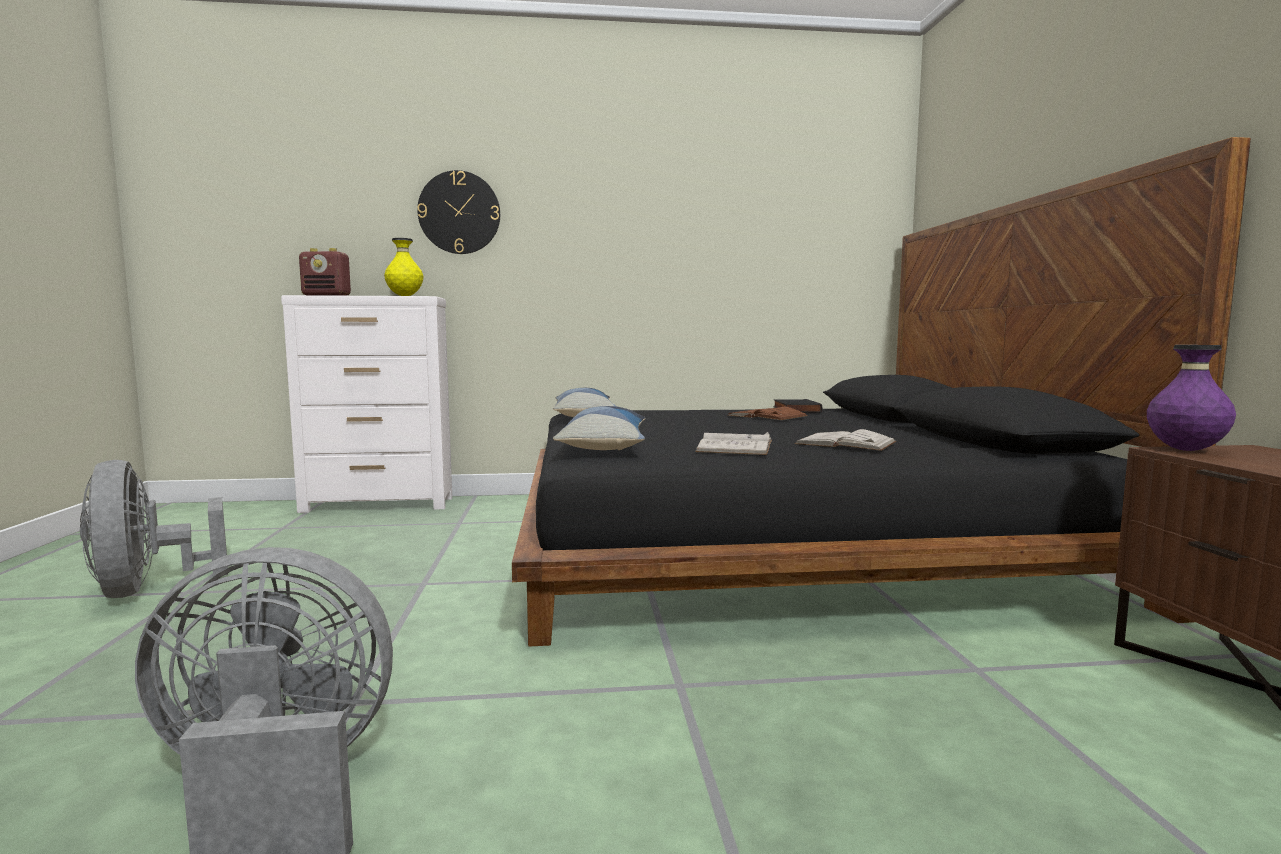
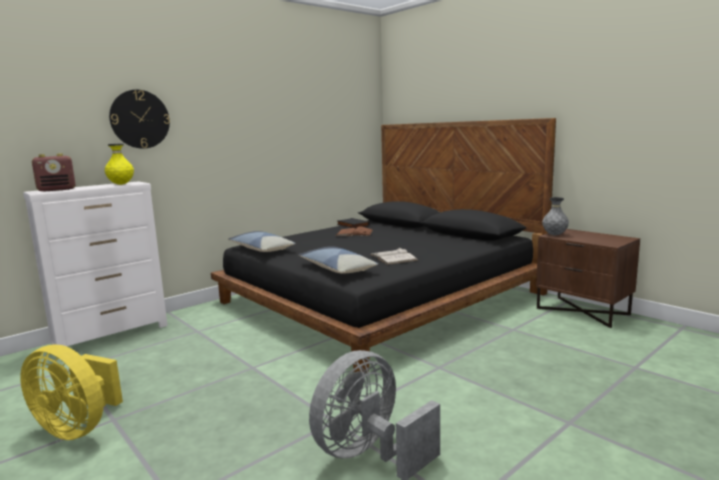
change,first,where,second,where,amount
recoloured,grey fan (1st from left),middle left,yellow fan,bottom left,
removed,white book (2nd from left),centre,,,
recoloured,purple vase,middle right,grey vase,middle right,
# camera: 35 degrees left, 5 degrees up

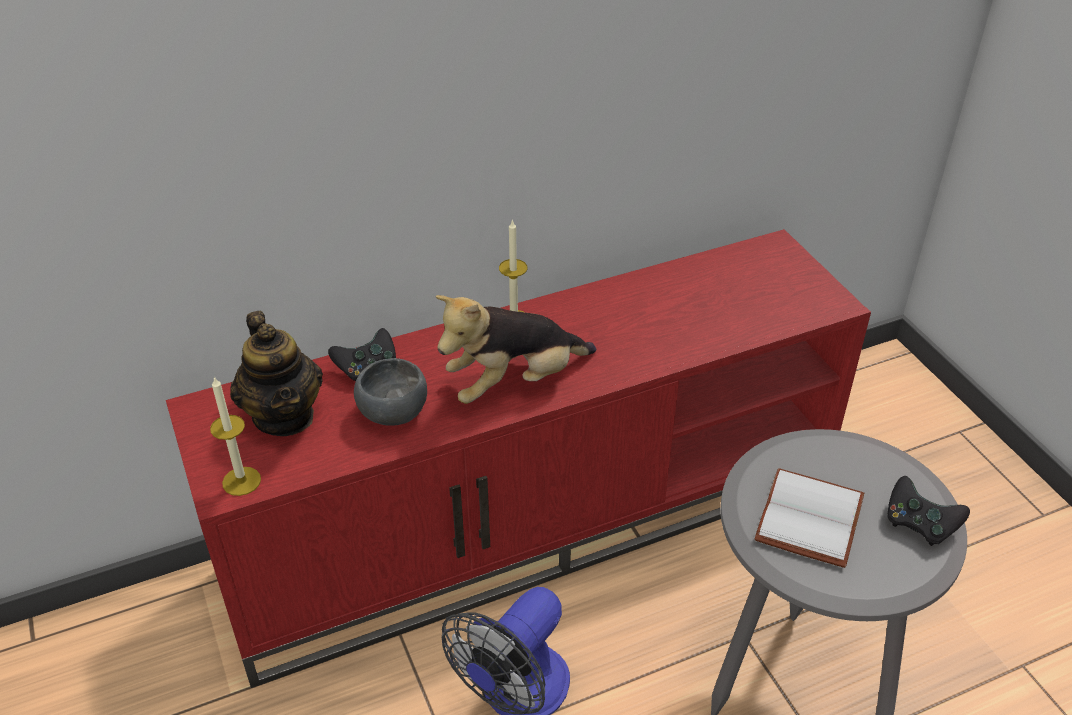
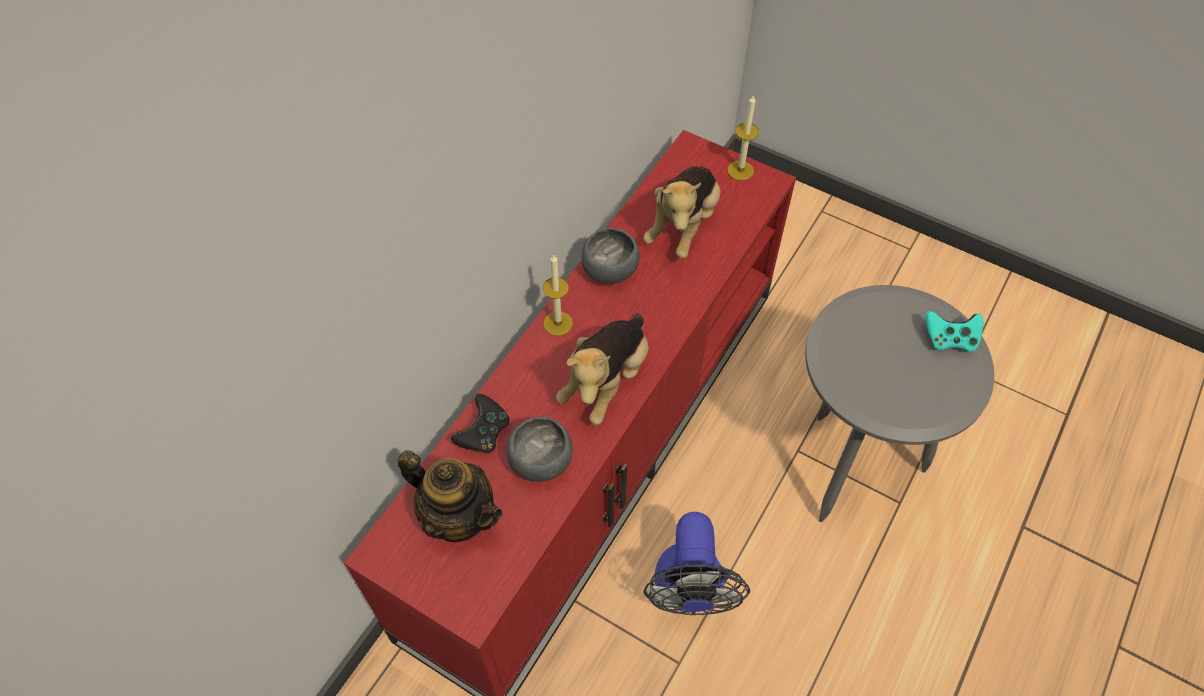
change,first,where,second,where,amount
moved,candle (1st from left in the first image),middle left,candle (2nd from left),top centre,
removed,white book,bottom right,,,
recoloured,black game controller (2nd from left),bottom right,turquoise game controller,middle right,
added,,,grey bowl (2nd from left),centre,
added,,,plush toy (2nd from left),top centre,
# camera: 35 degrees left, 15 degrees up

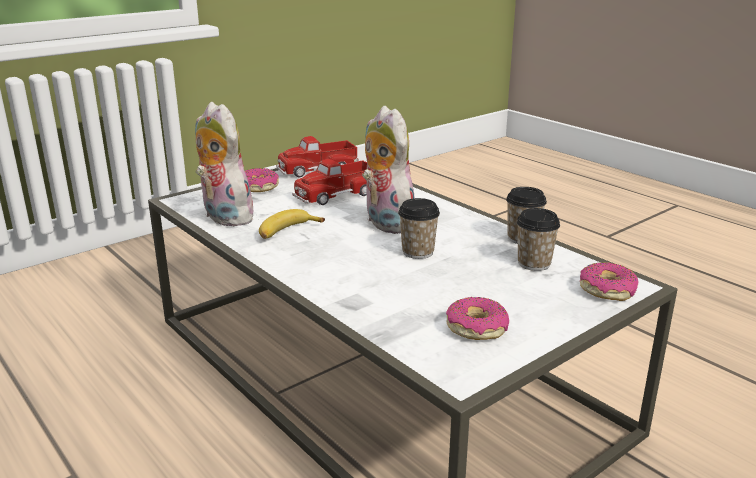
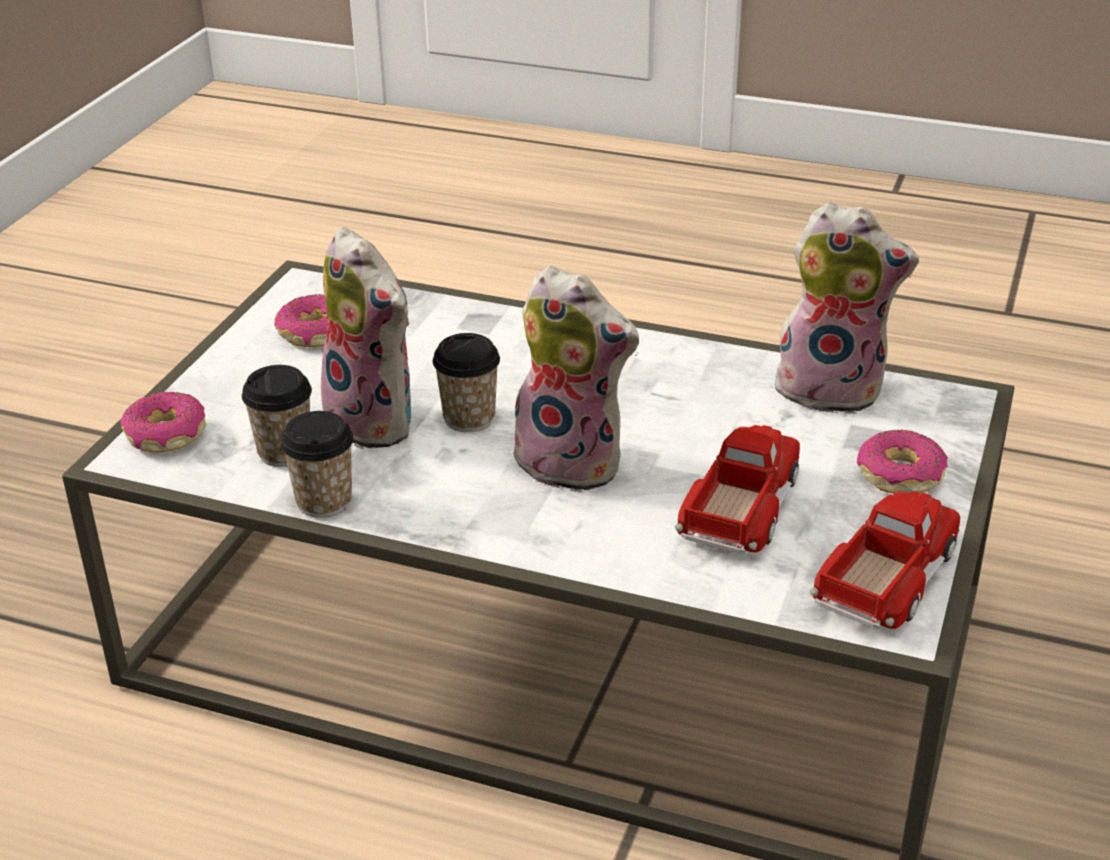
change,first,where,second,where,amount
removed,banana,centre,,,
added,,,plush toy (1st from left),middle left,
# camera: 150 degrees right, 10 degrees up

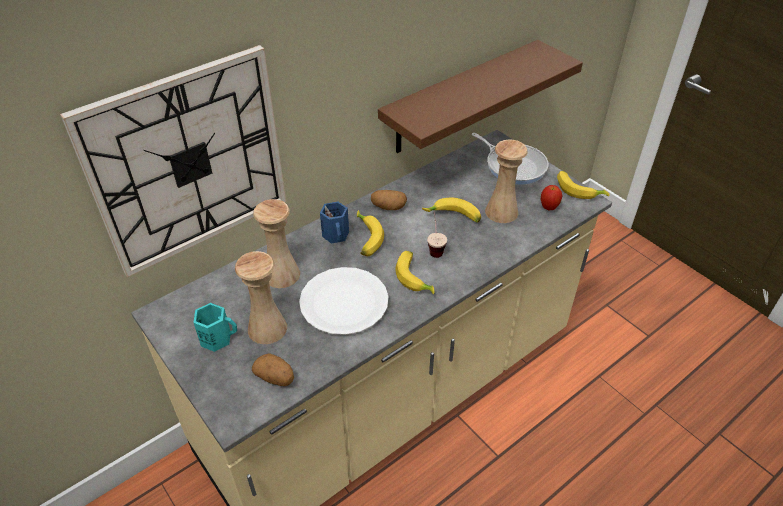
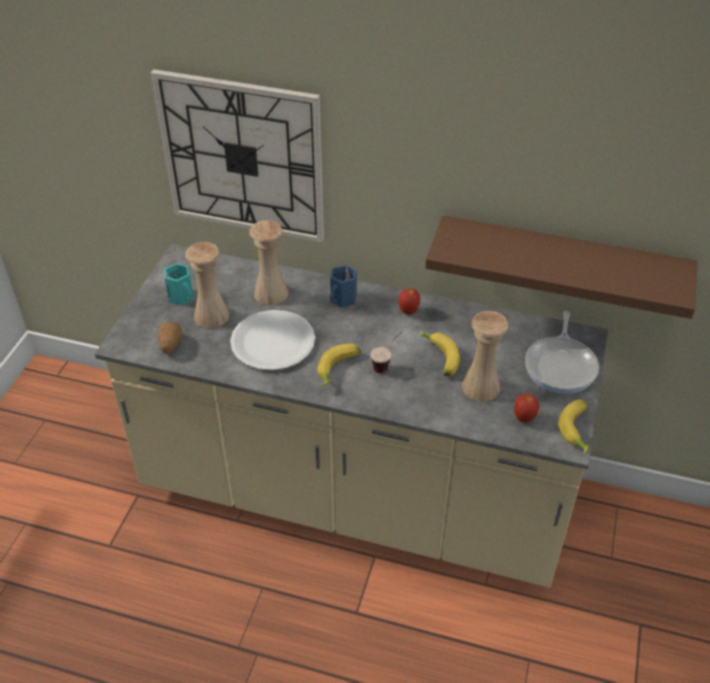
change,first,where,second,where,amount
removed,banana (1st from left),centre,,,
replaced,potato (2nd from left),centre,apple (1st from left),centre,
# camera: 55 degrees right, 0 degrees up

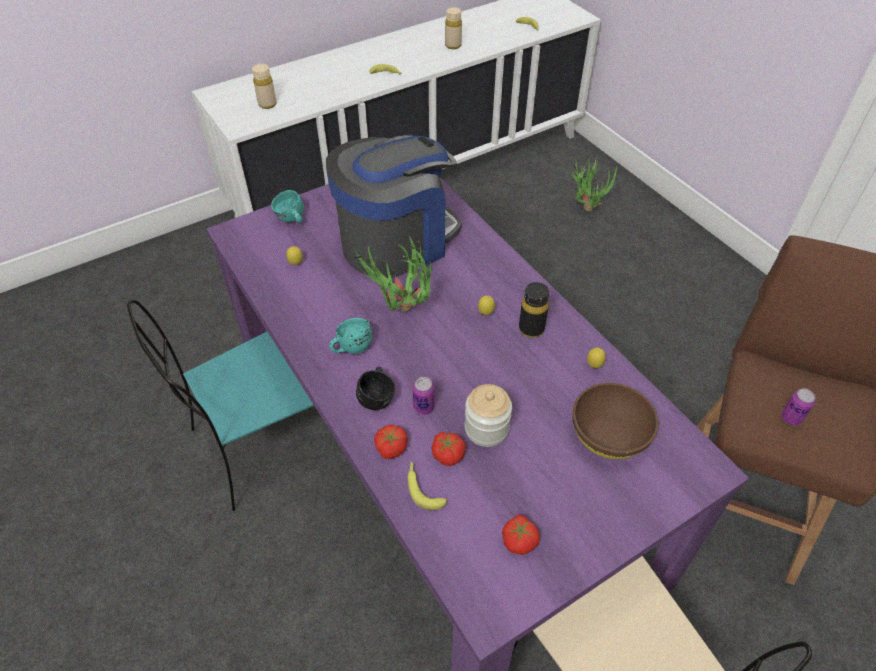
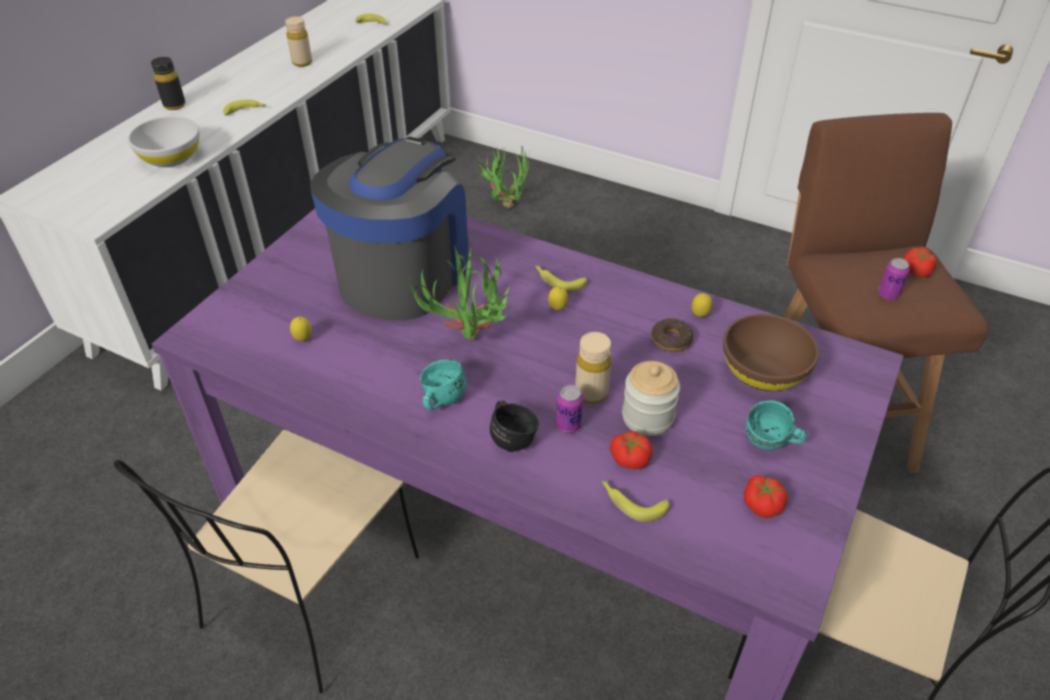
change,first,where,second,where,amount
recoloured,turquoise chair,middle left,beige chair (1st from left),bottom left,
moved,beige bottle (1st from left in the first image),top left,beige bottle (2nd from left),centre,
moved,turquoise mug (1st from left in the first image),top left,turquoise mug (2nd from left),middle right,
moved,tomato (1st from left in the first image),centre,tomato (3rd from left),middle right,
moved,black bottle,centre,,top left,
added,,,white bowl,top left,
added,,,banana (3rd from left),centre,
added,,,donut,centre,
# camera: 30 degrees left, 5 degrees down

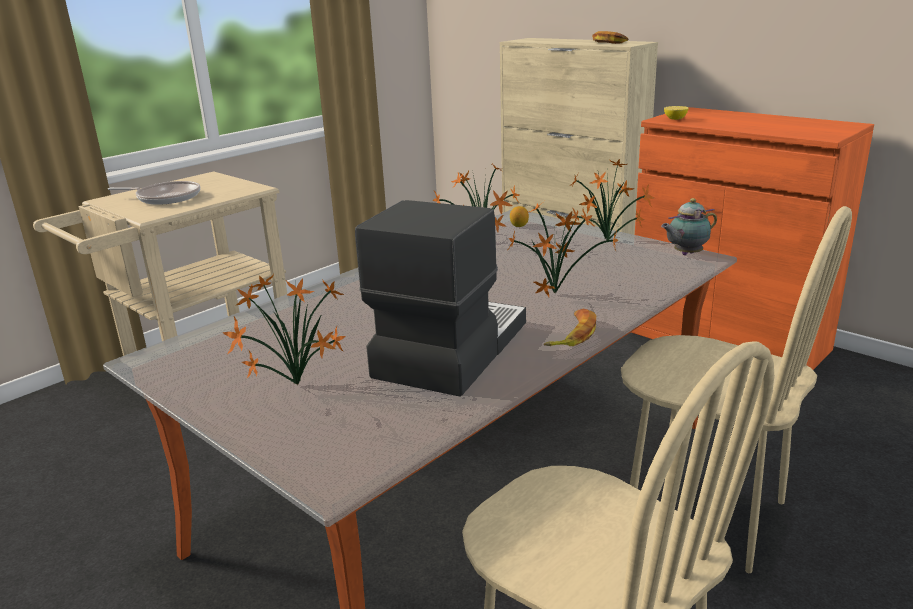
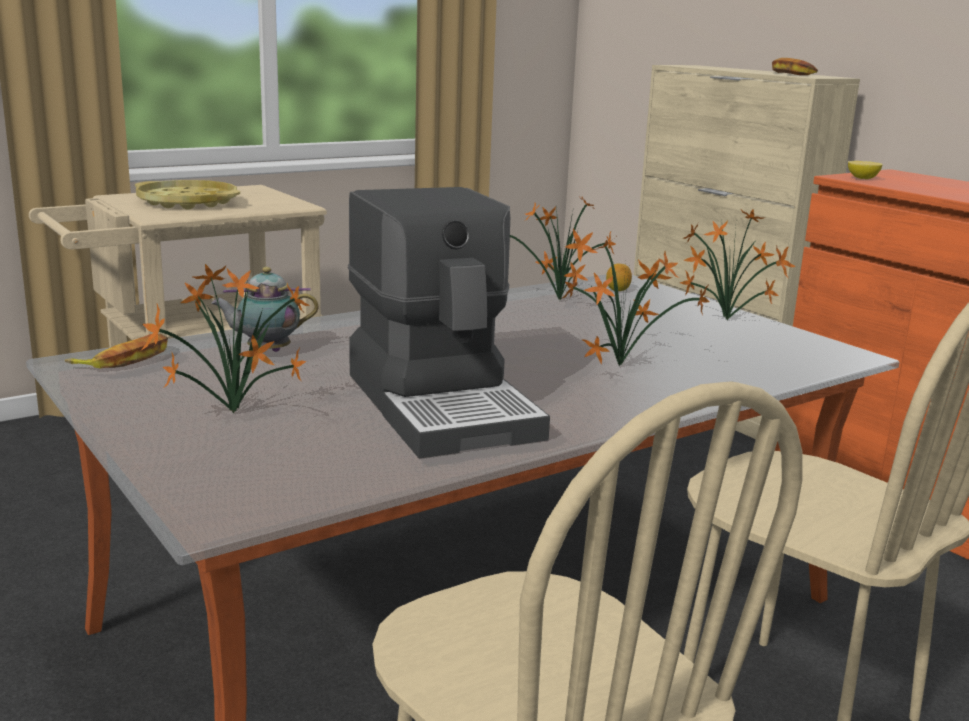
change,first,where,second,where,amount
replaced,frying pan,top left,yellow tray,top left,
turned,coffee machine,centre,,centre,120 degrees clockwise
moved,banana (1st from left),centre,,middle left,
moved,teapot,middle right,,middle left,
# camera: 10 degrees right, 5 degrees down

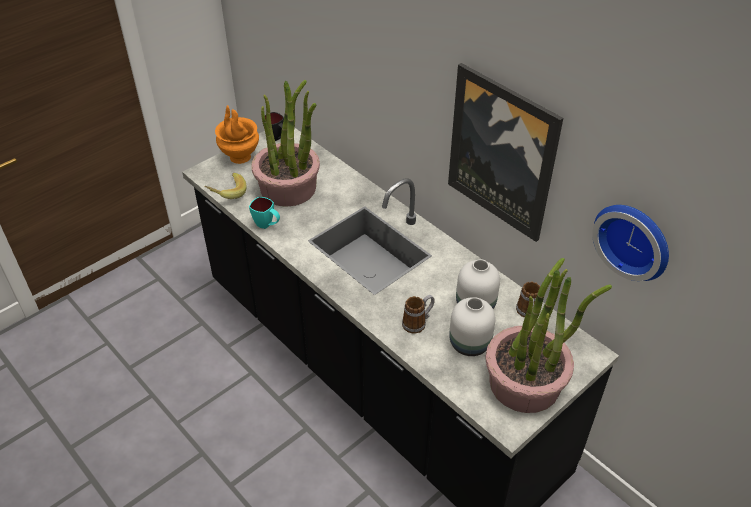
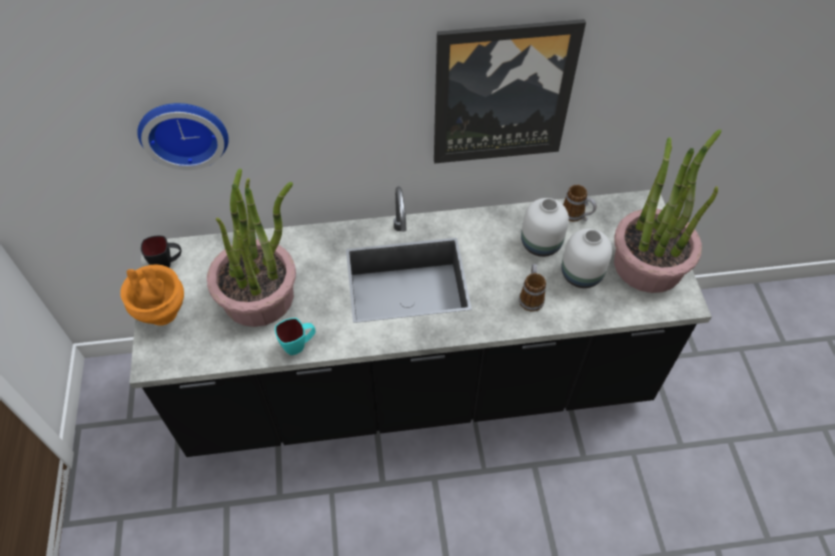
change,first,where,second,where,amount
removed,banana,middle left,,,
moved,wall clock,middle right,,top left,
# camera: 55 degrees left, 10 degrees up

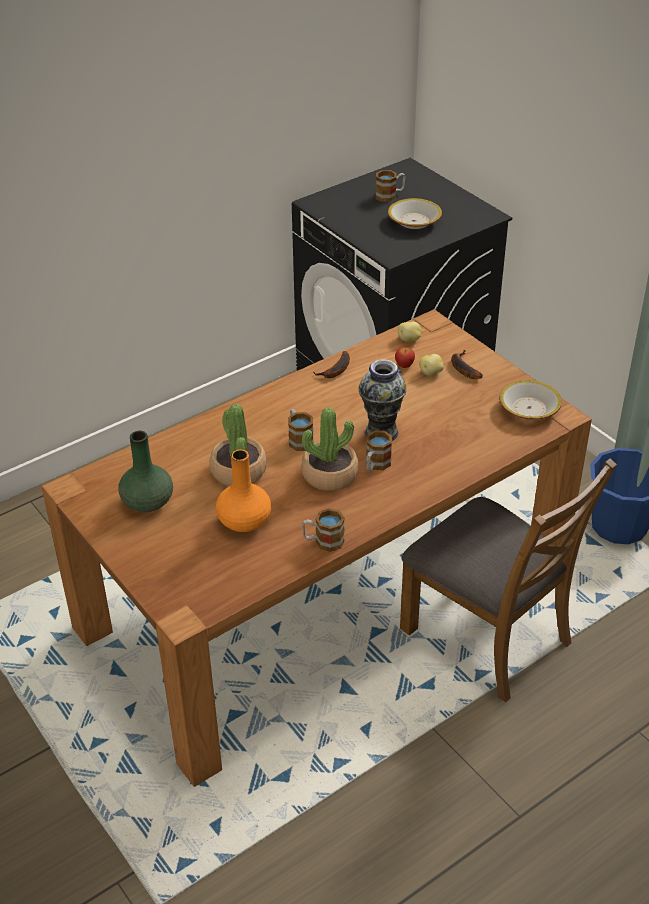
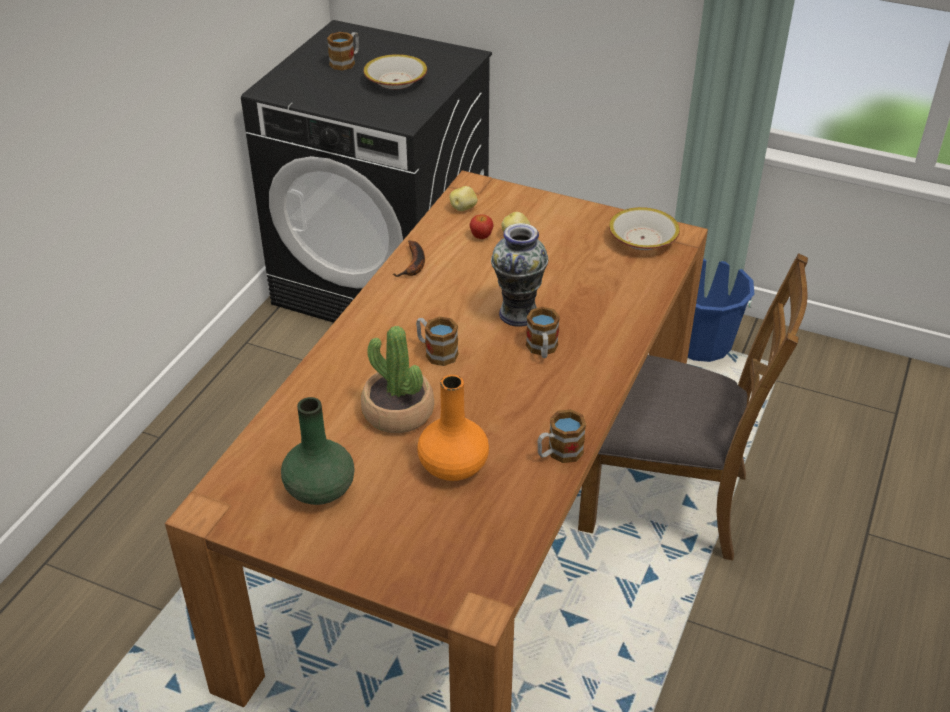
change,first,where,second,where,amount
removed,potted plant (2nd from left),centre,,,
removed,banana (2nd from left),middle right,,,
# camera: 30 degrees left, 0 degrees up

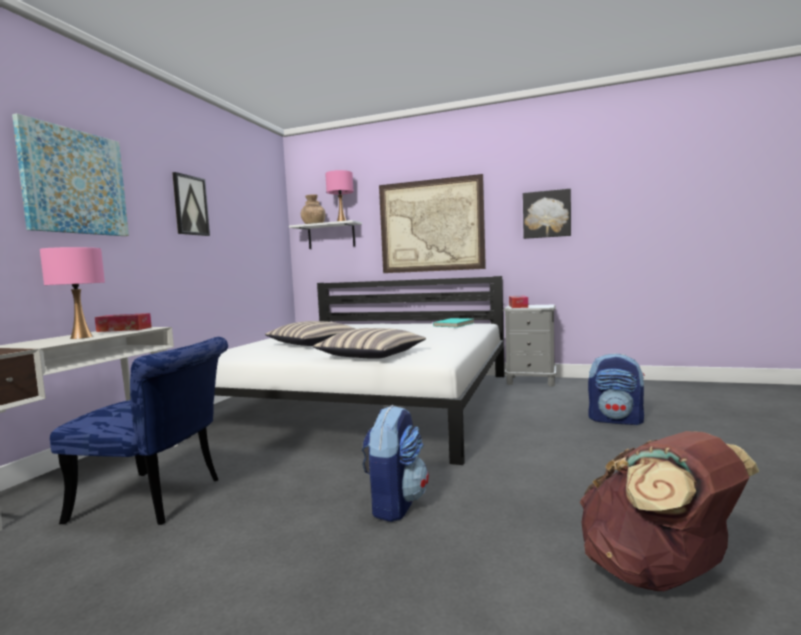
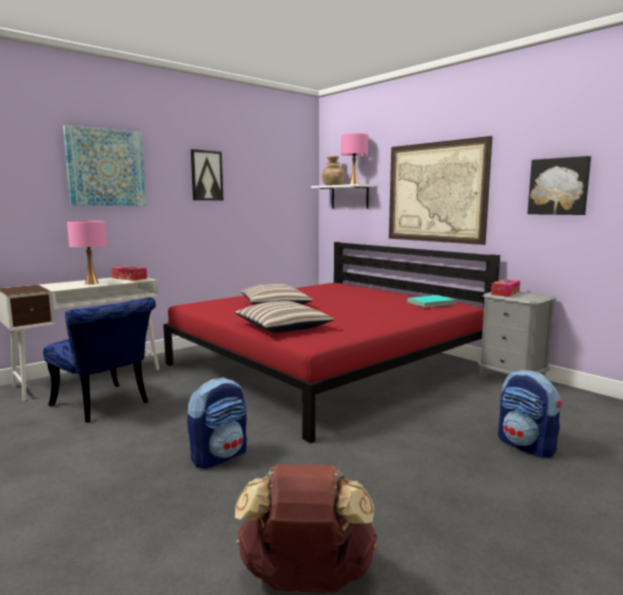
change,first,where,second,where,amount
recoloured,white bed,centre,red bed,centre,
# camera: 30 degrees right, 5 degrees up

